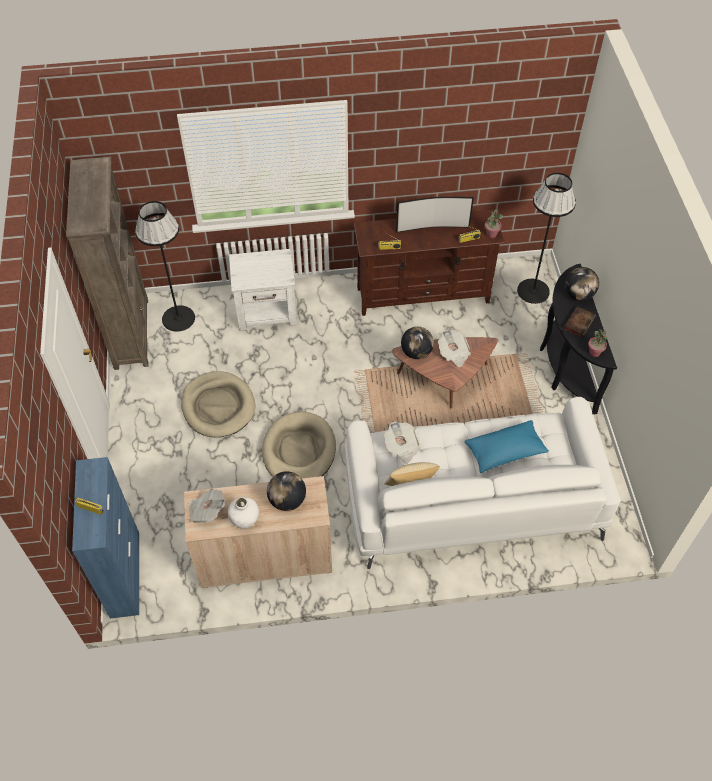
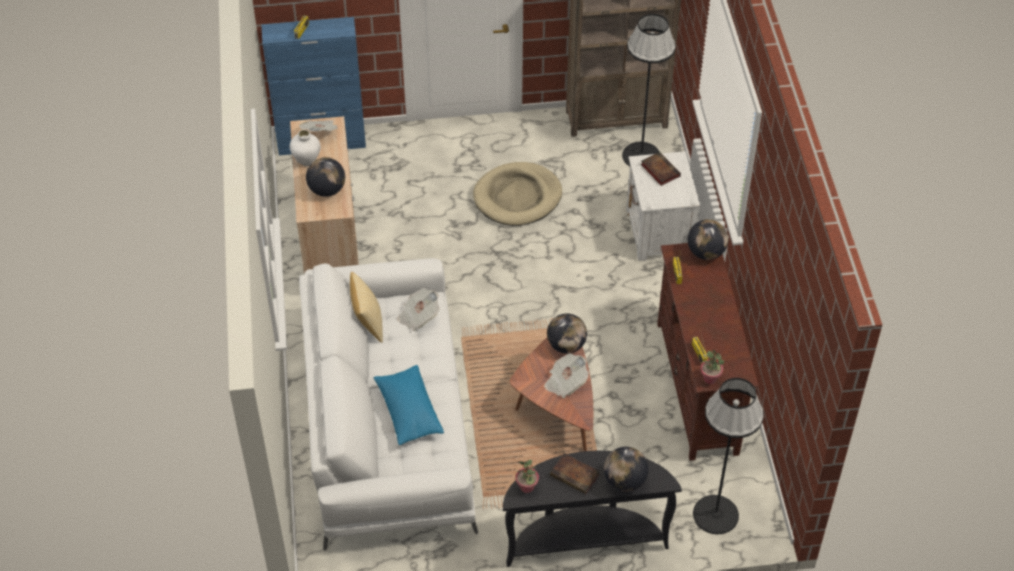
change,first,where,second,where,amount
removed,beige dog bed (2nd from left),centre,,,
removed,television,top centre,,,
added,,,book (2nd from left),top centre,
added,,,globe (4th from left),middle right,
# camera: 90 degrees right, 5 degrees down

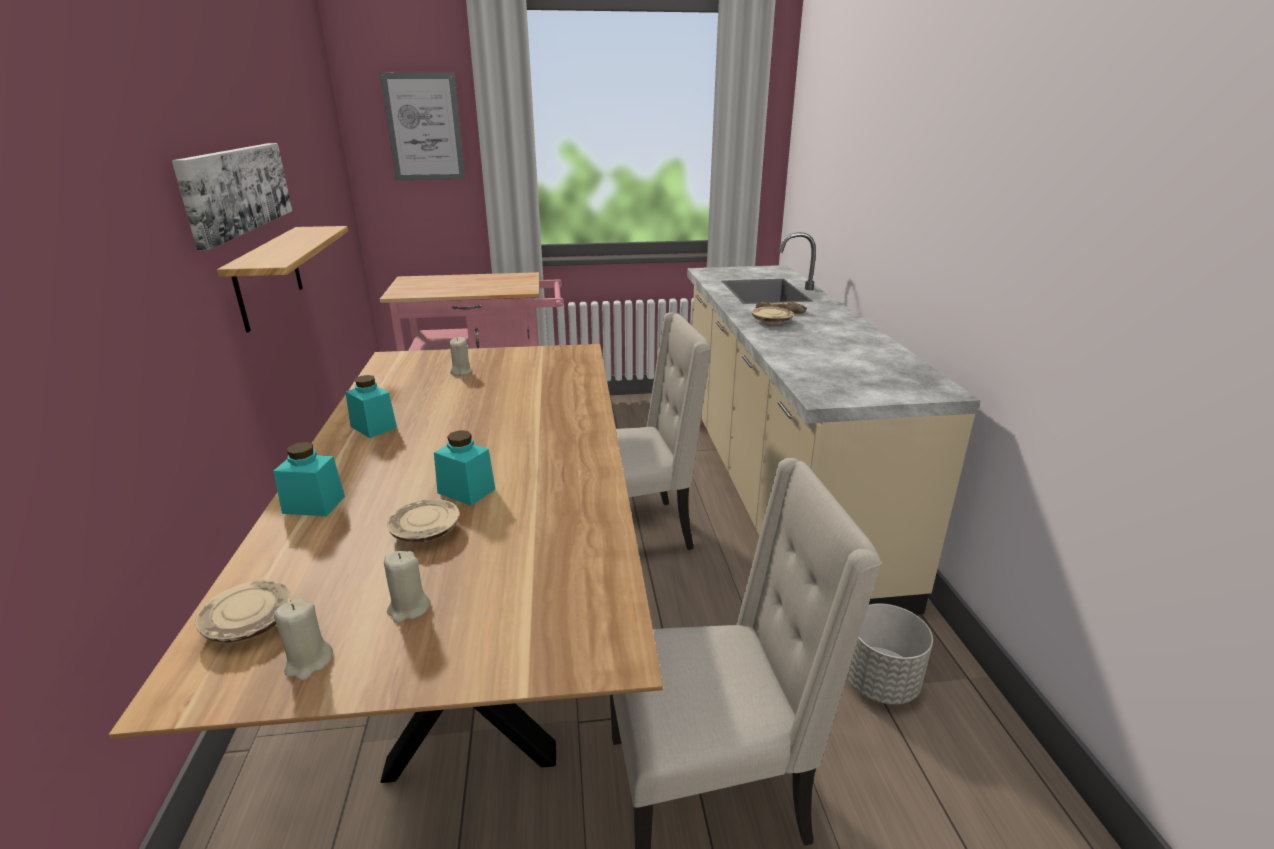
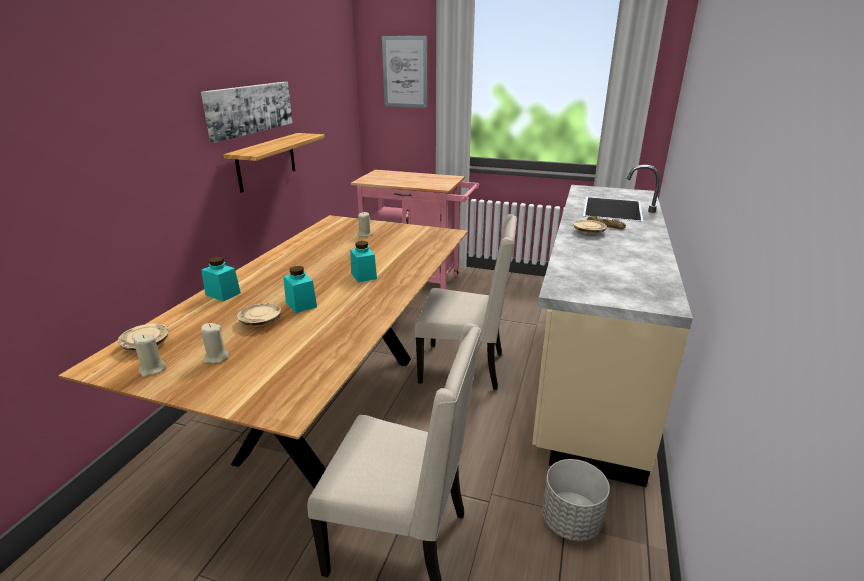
change,first,where,second,where,amount
moved,turquoise jar (2nd from left in the first image),middle left,turquoise jar (3rd from left),centre,
# camera: 25 degrees right, 0 degrees up

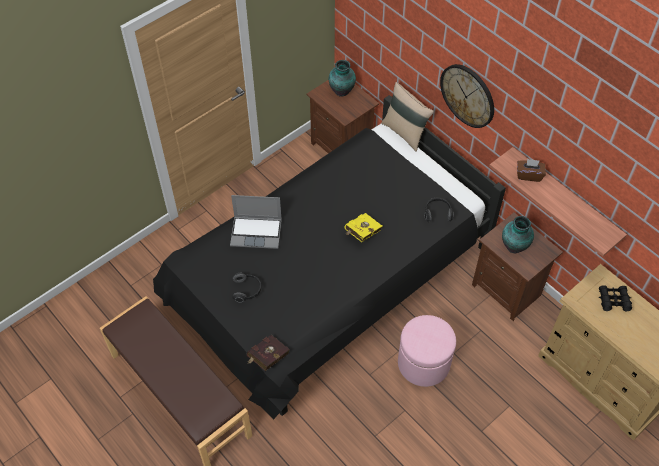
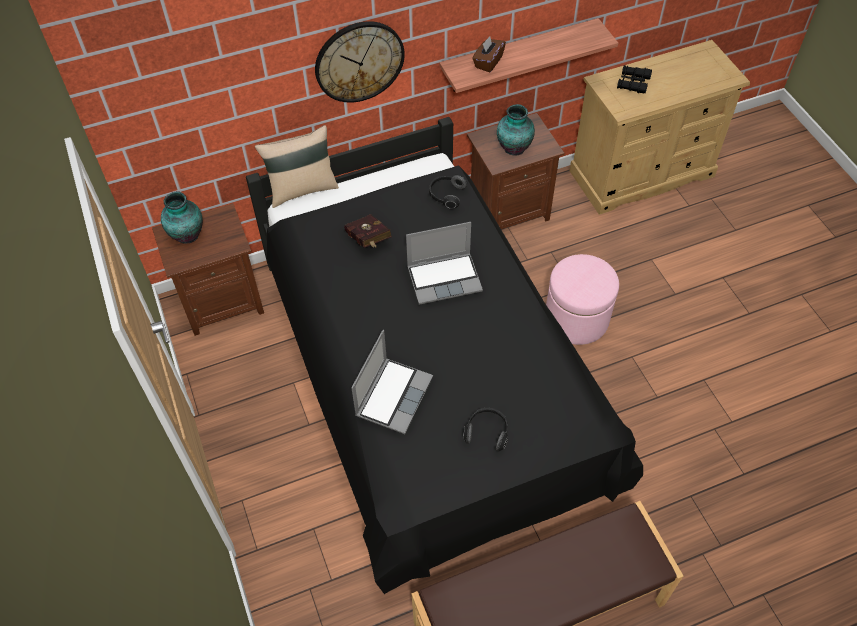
change,first,where,second,where,amount
moved,red book,bottom centre,,centre,
replaced,yellow book,centre,laptop (2nd from left),centre,
# camera: 70 degrees left, 0 degrees up

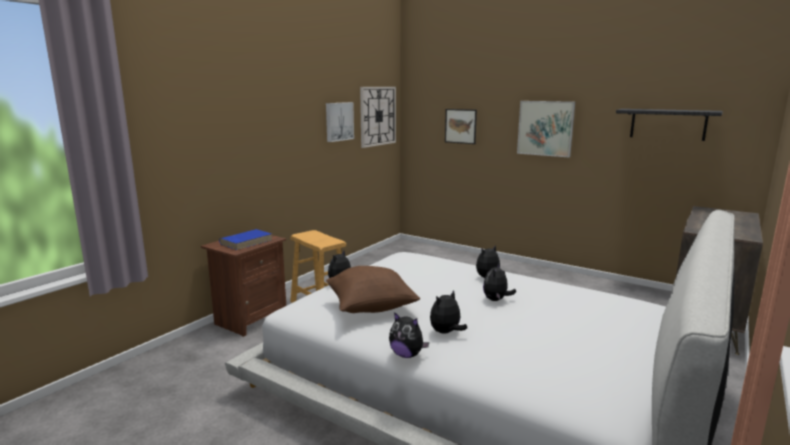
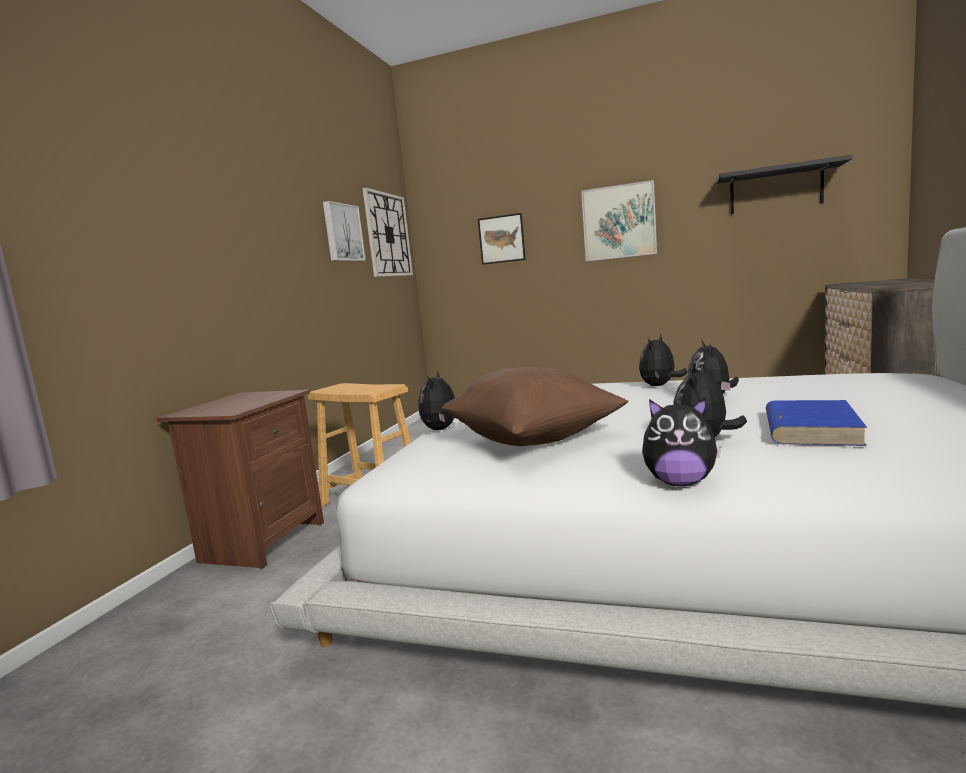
change,first,where,second,where,amount
moved,blue book,middle left,,middle right,
# camera: 15 degrees left, 5 degrees down

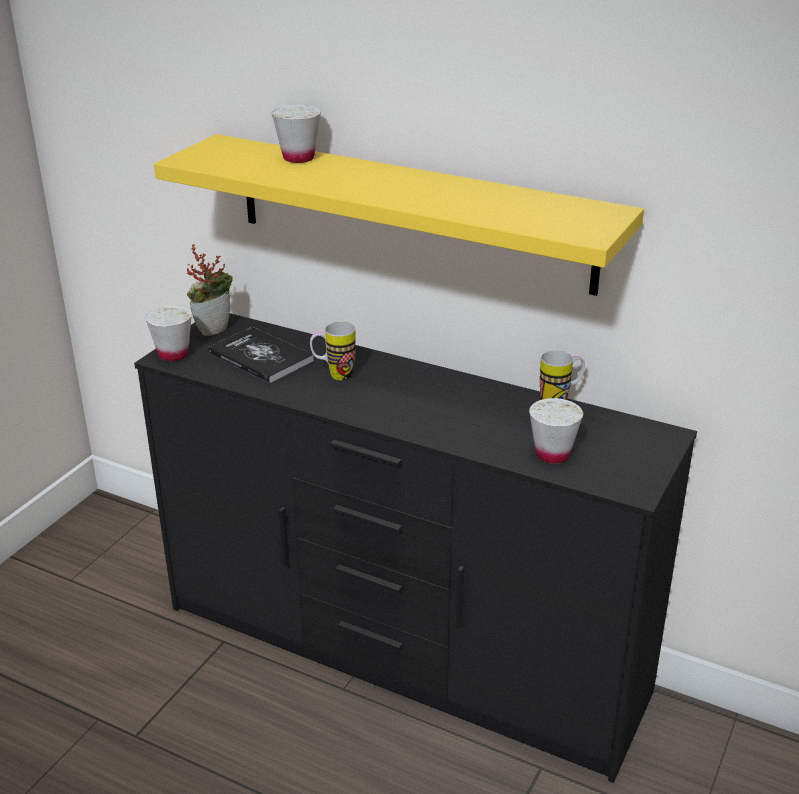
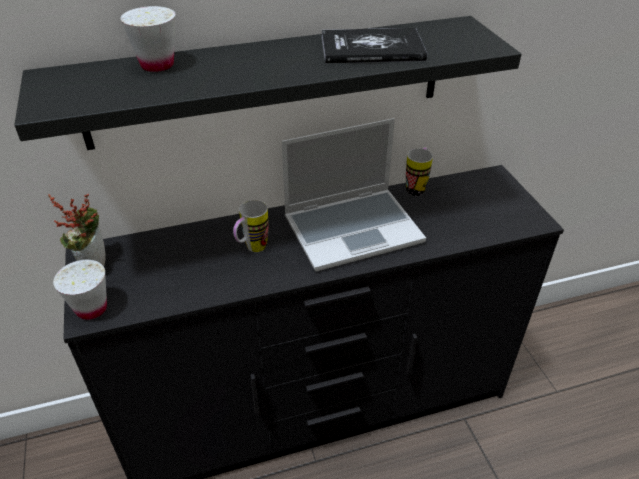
change,first,where,second,where,amount
recoloured,yellow shelf,top centre,black shelf,top centre,
moved,book,middle left,,top centre,
removed,white cup (3rd from left),middle right,,,
added,,,laptop,centre,
# camera: 45 degrees left, 10 degrees up

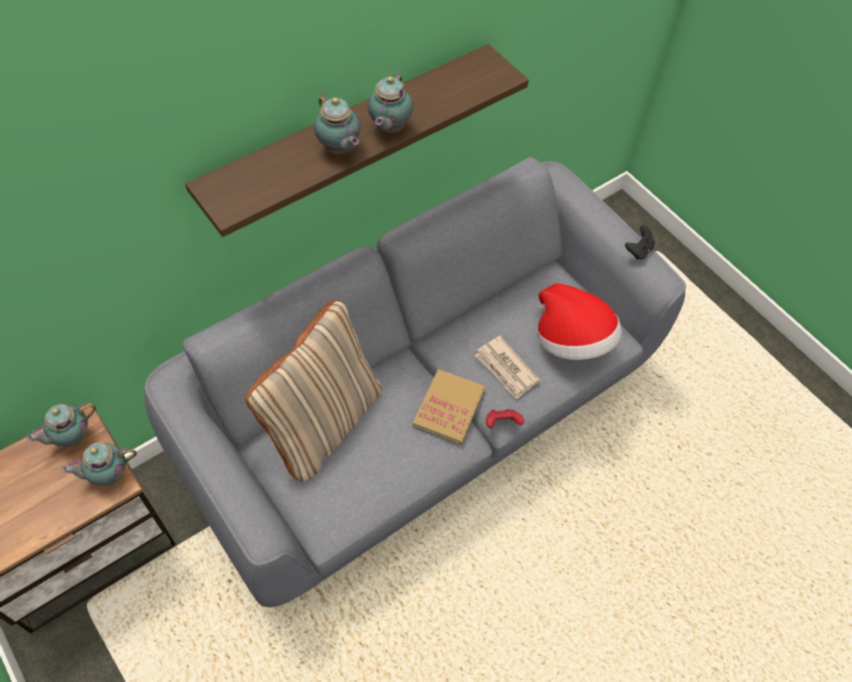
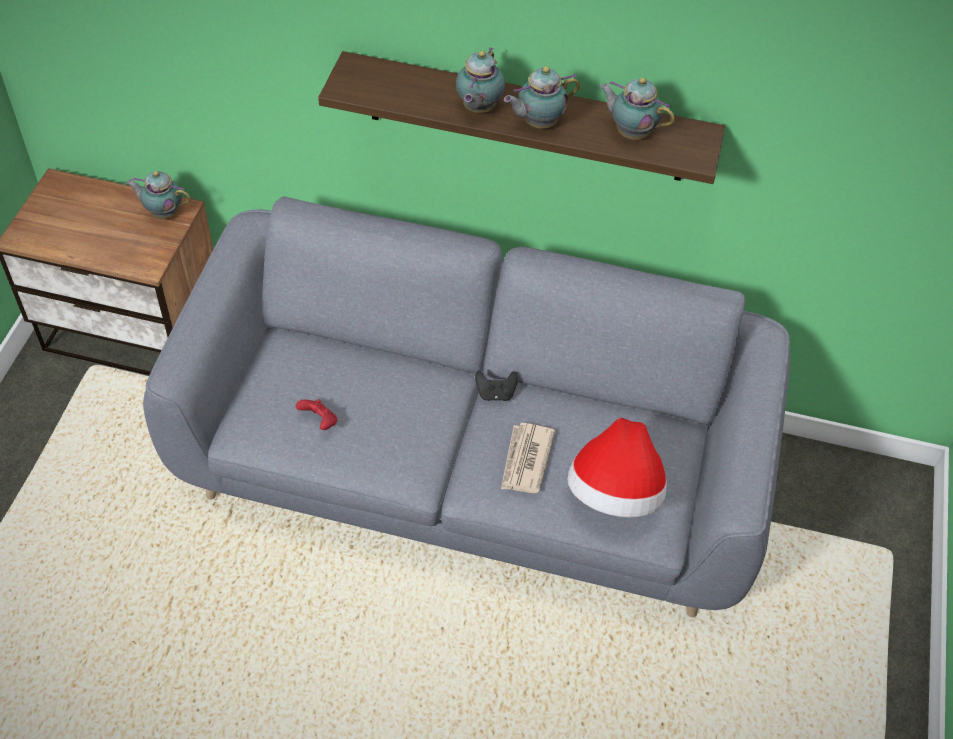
change,first,where,second,where,amount
moved,teapot (2nd from left in the first image),bottom left,teapot (4th from left),top right,
removed,beige pillow,centre,,,
removed,book,centre,,,
moved,red game controller,centre,,middle left,
moved,black game controller,middle right,,centre,
# camera: 50 degrees right, 5 degrees down

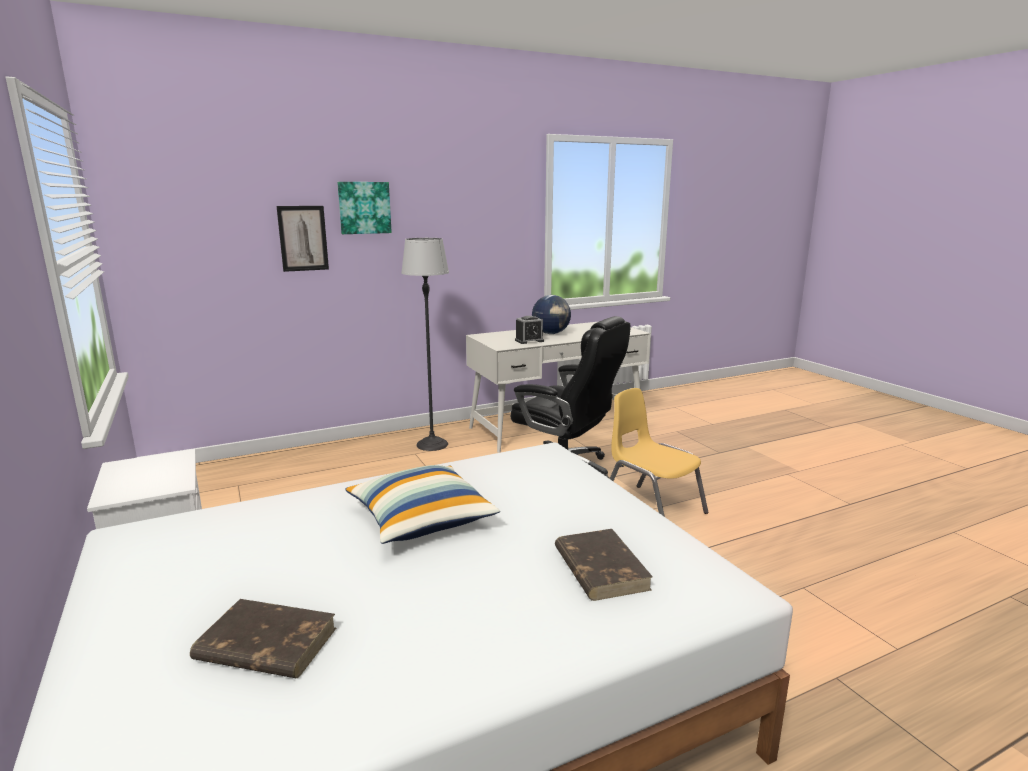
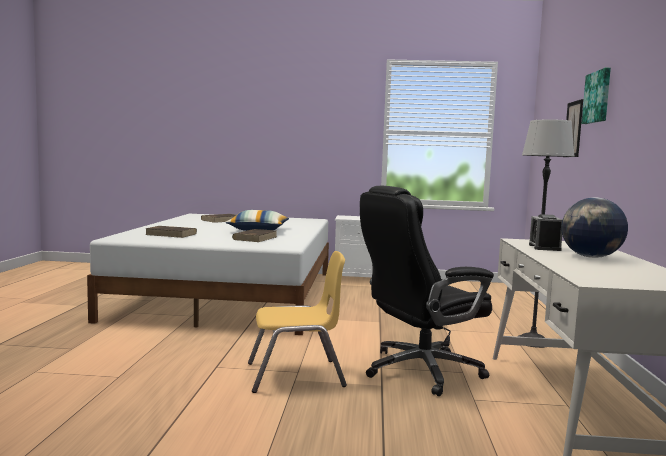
change,first,where,second,where,amount
added,,,brown book (3rd from left),centre,
# camera: 120 degrees right, 10 degrees down

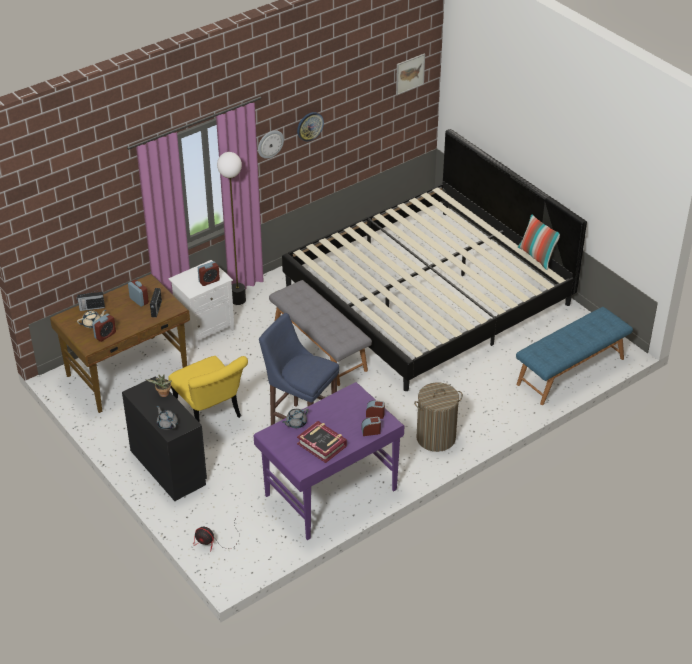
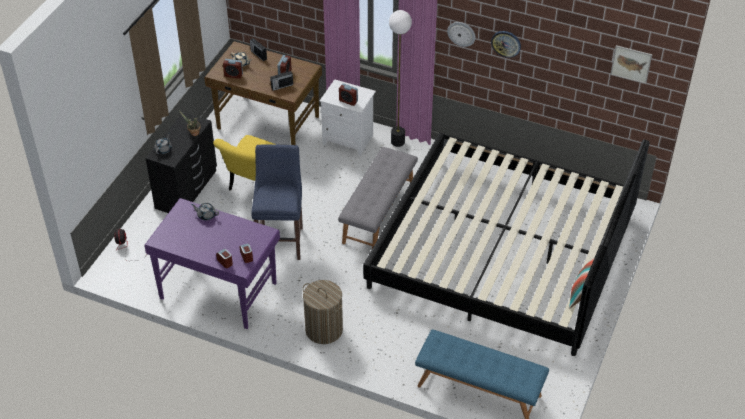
change,first,where,second,where,amount
removed,book,centre,,,
# camera: 60 degrees right, 5 degrees up

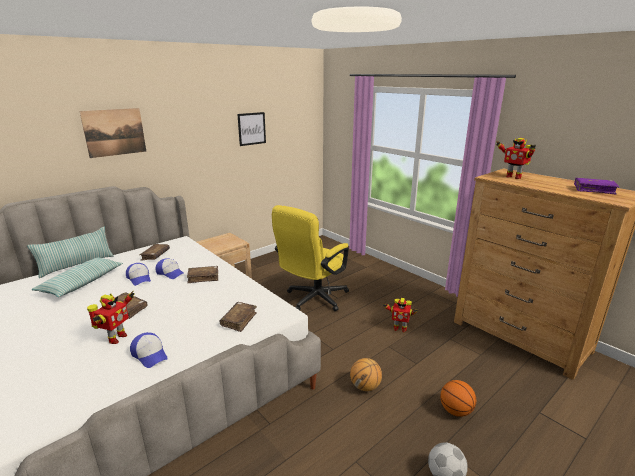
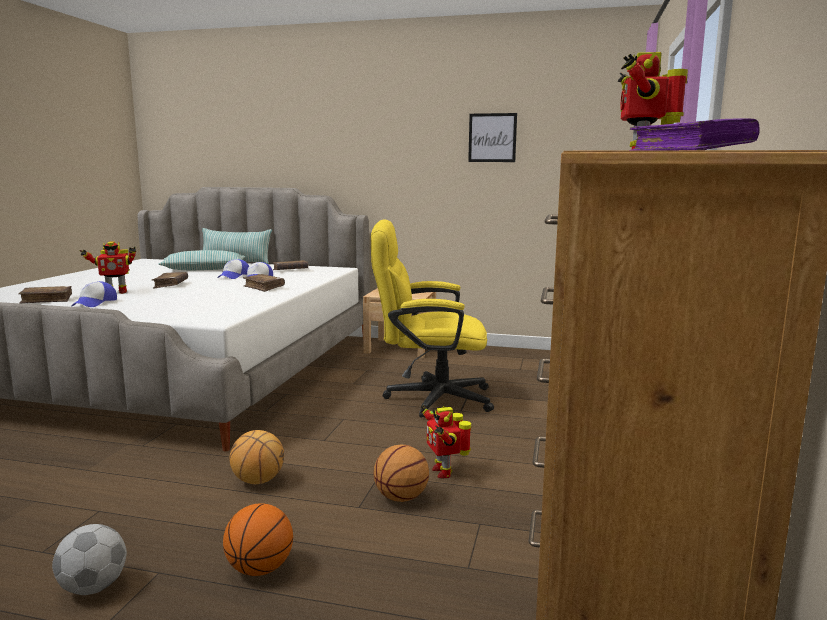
change,first,where,second,where,amount
removed,picture (1st from left),top left,,,
moved,brown book (4th from left in the first image),centre,brown book (1st from left),middle left,
added,,,basketball (3rd from left),bottom centre,
# camera: 55 degrees right, 10 degrees down

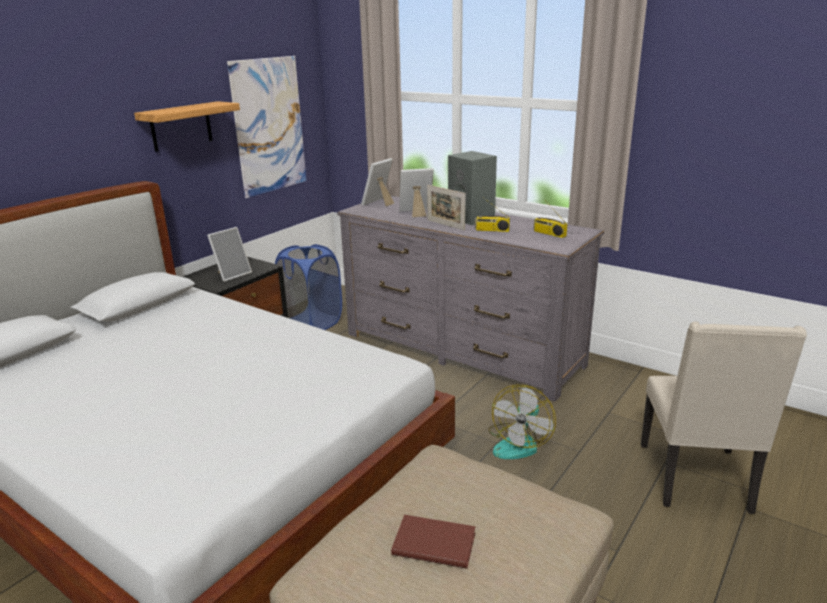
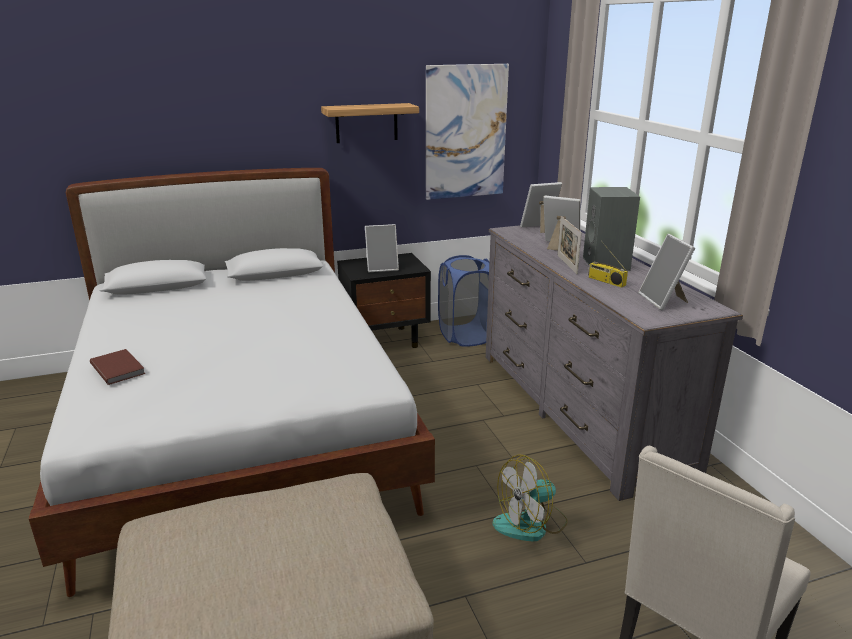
change,first,where,second,where,amount
moved,brown book,bottom centre,,middle left,
replaced,radio (2nd from left),centre,picture frame (5th from left),middle right,
# camera: 35 degrees right, 0 degrees up

